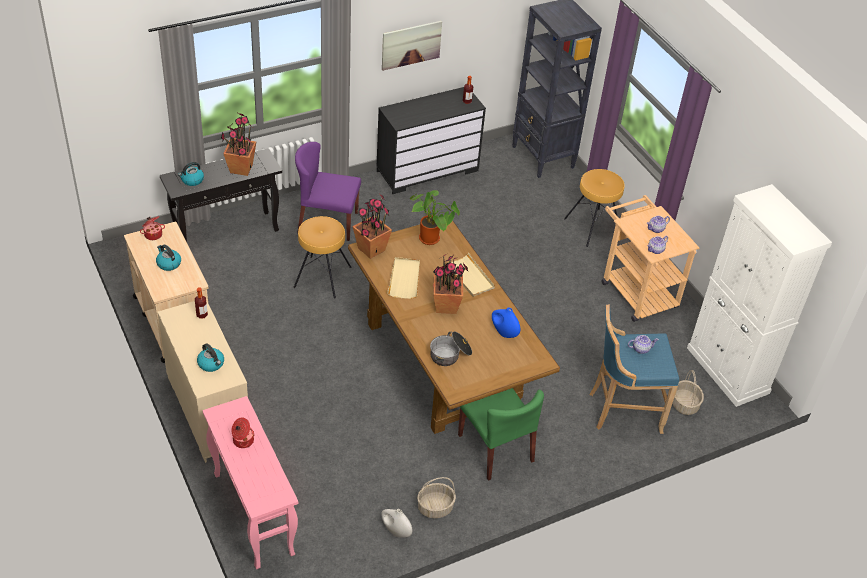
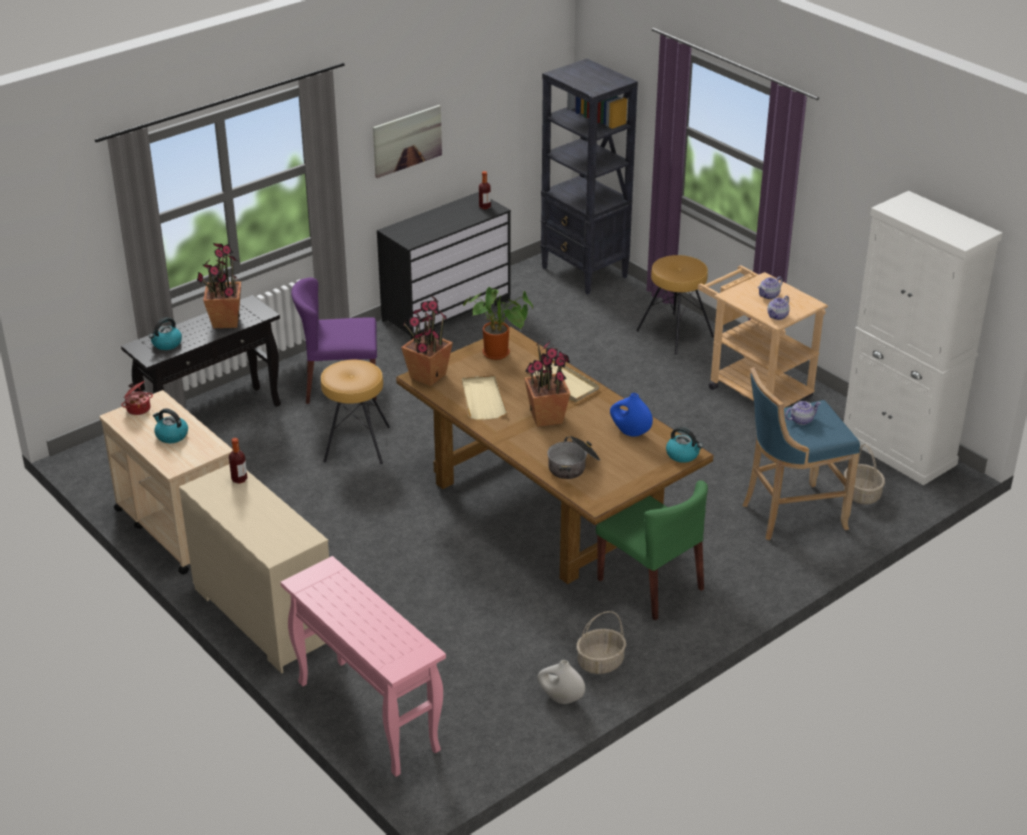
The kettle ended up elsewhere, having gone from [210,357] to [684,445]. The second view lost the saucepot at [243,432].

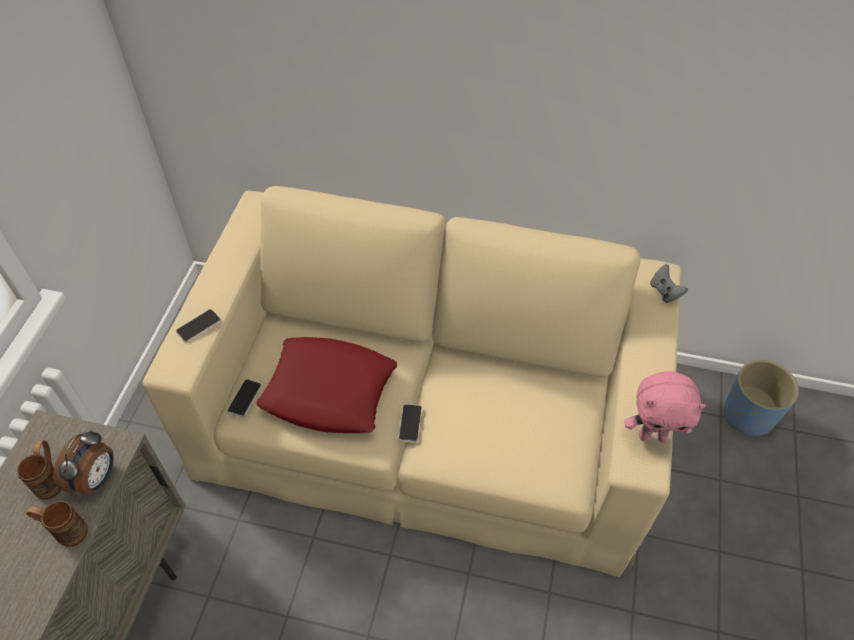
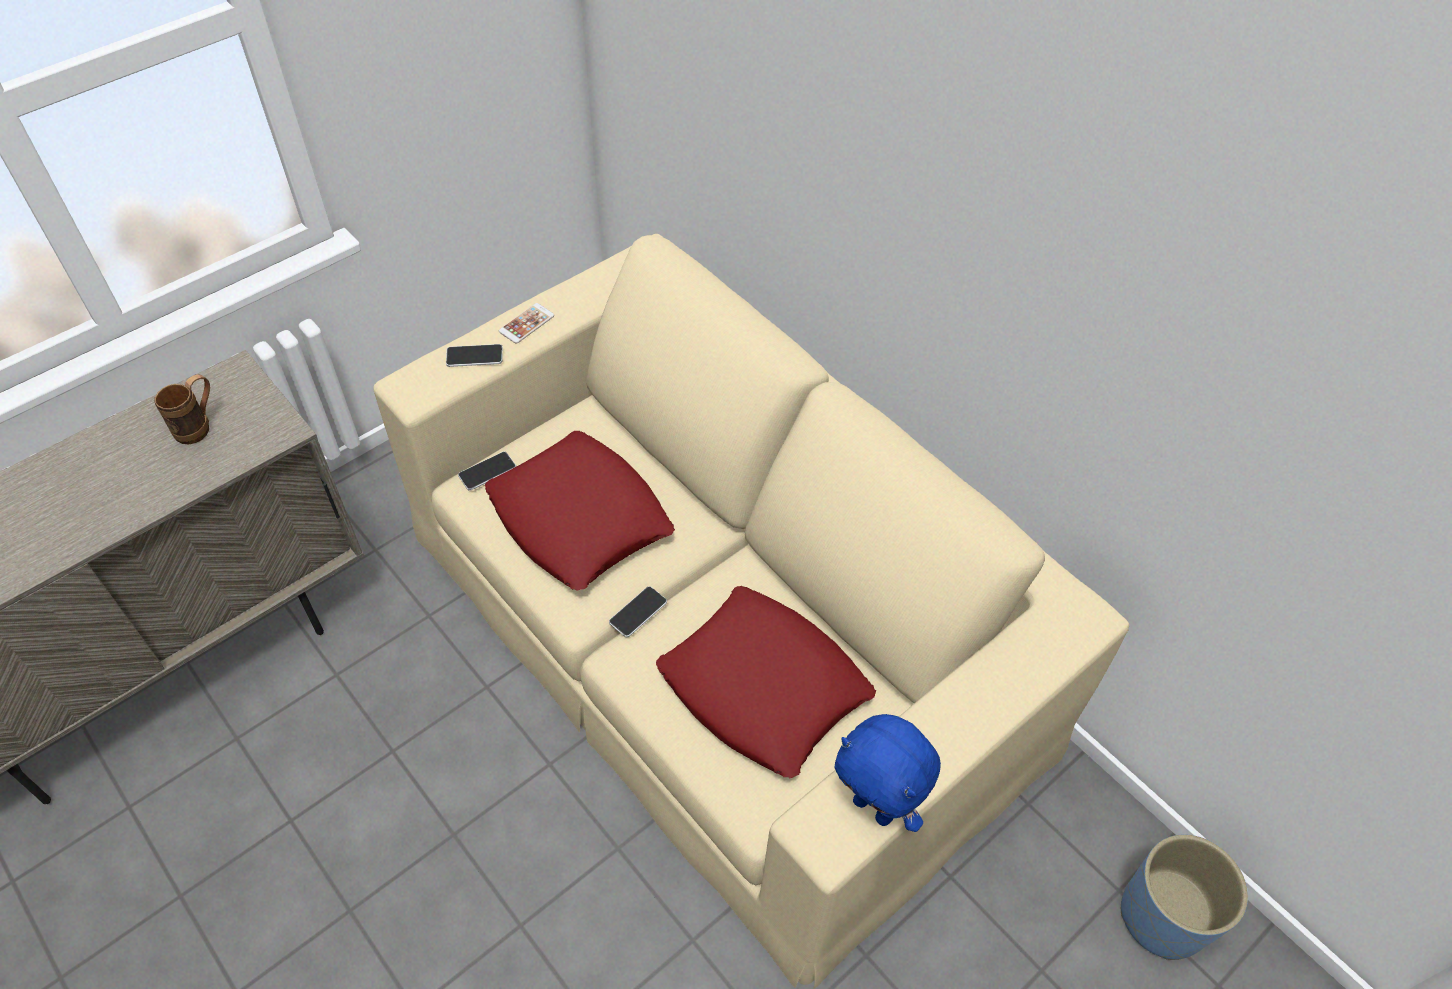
The second view lost the game controller/gray at [669,283]. What was the plush toy/pink-coloured at [665,407] turned into the plush toy/blue-coloured at [888,773]. The second view lost the table clock at [83,462]. The second view lost the coffee mug/brown at [57,524]. The second view gained the telephone at [526,323]. The second view gained the throw pillow/red at [766,682].

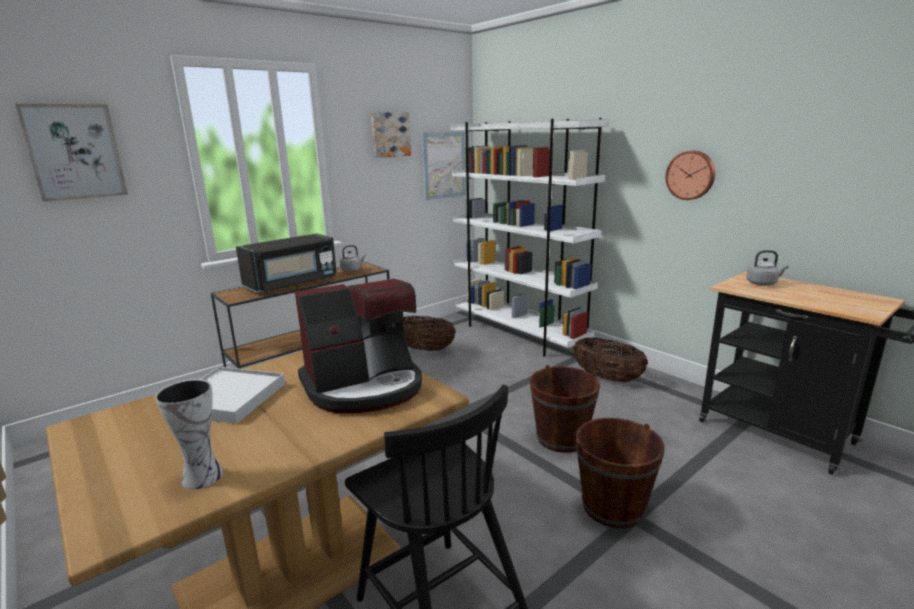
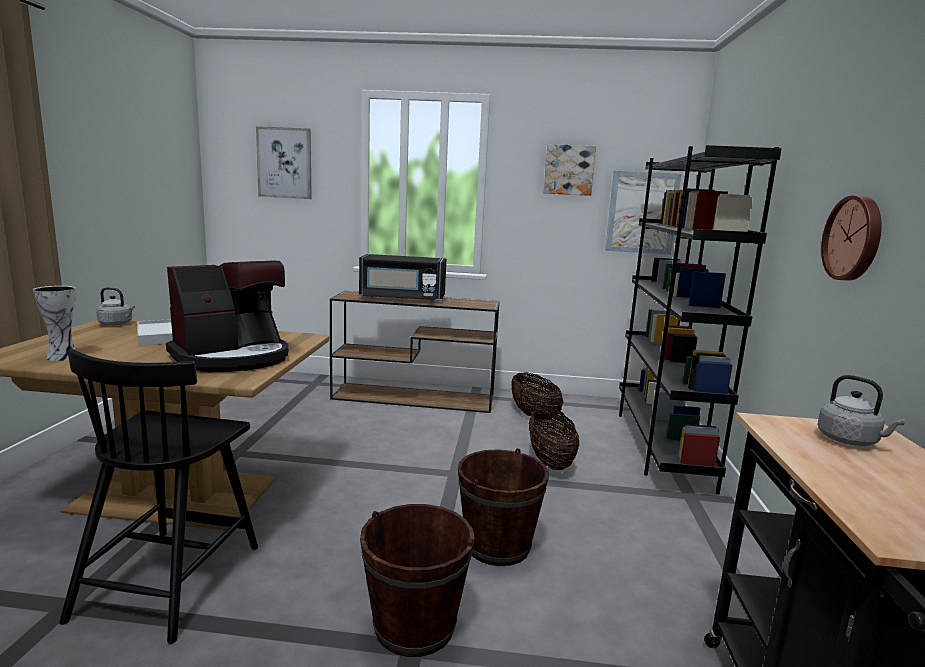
What was the bookshelf/white at [529,237] turned into the bookshelf/blackish at [700,319]. The kettle/gray ended up elsewhere, having gone from [353,258] to [115,306]. The coffee maker at [358,346] ended up facing another way, 60 degrees counterclockwise from before. The basket ended up elsewhere, having gone from [610,360] to [554,438].

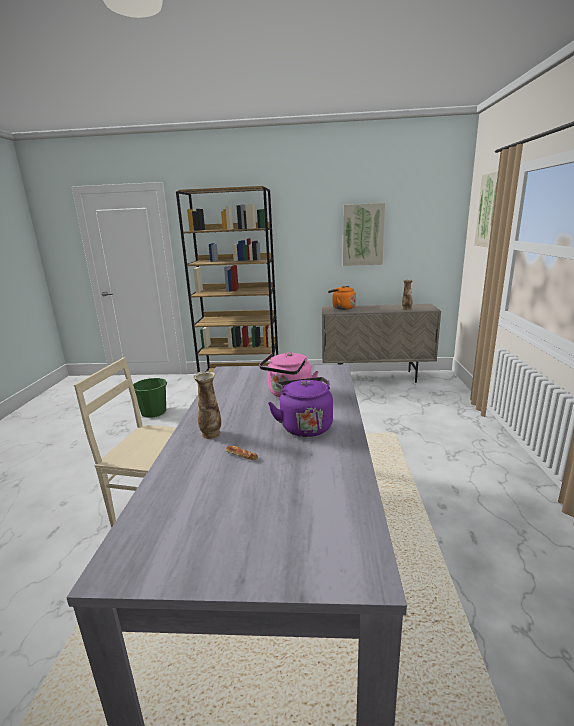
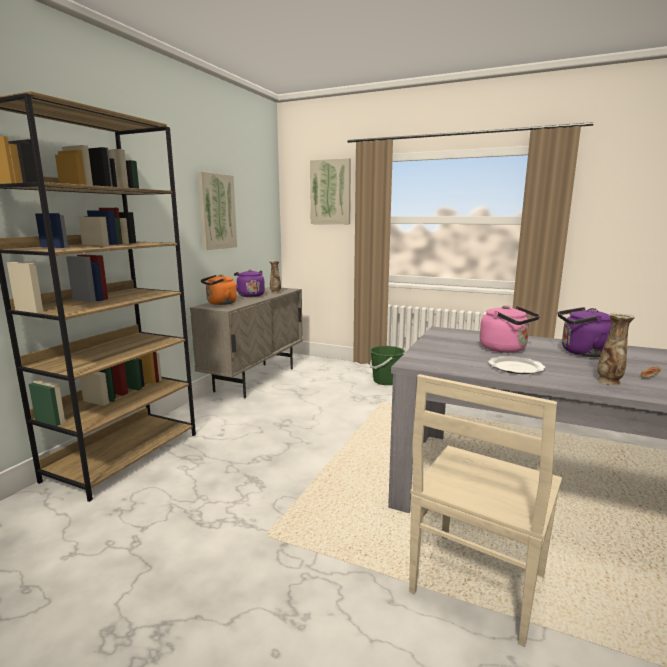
The pail/green-coloured ended up elsewhere, having gone from [150,398] to [387,365]. The second view gained the kettle/purple at [249,283]. The second view gained the flat dish at [517,365].

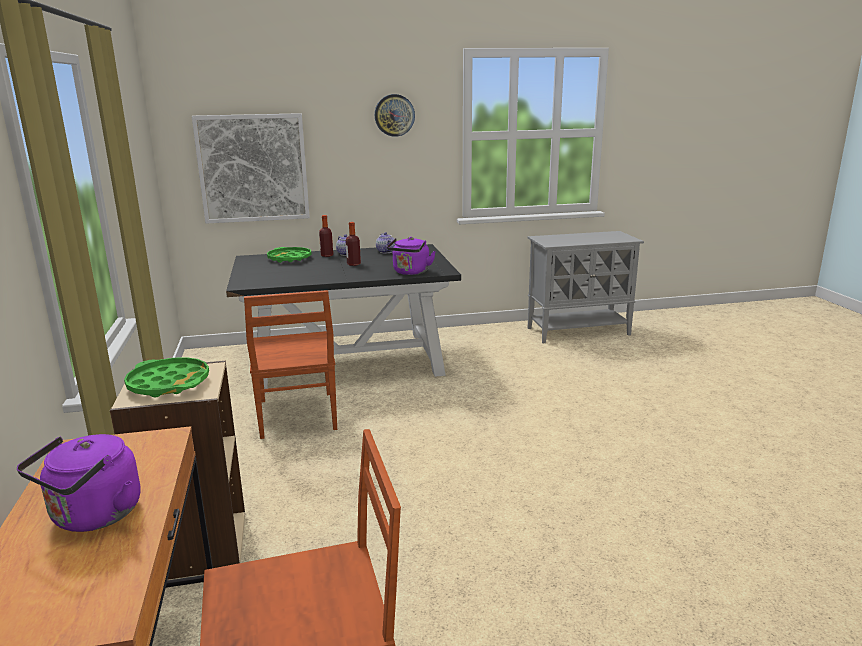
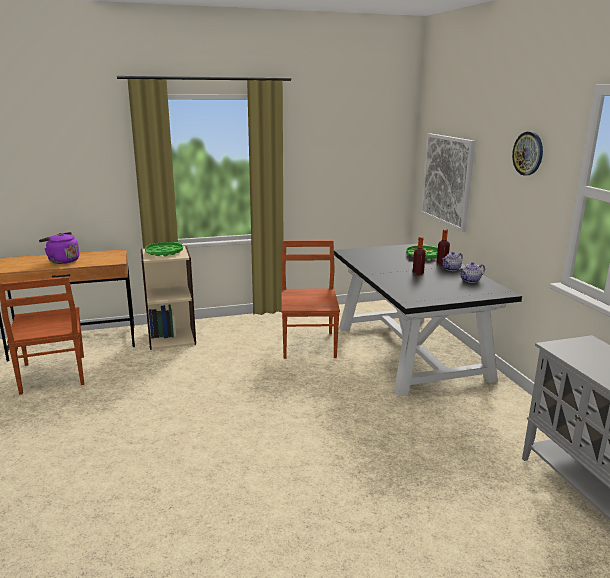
The second view lost the kettle/purple at [411,256]. The plain chair/brown at [290,364] ended up facing another way, 105 degrees clockwise from before.

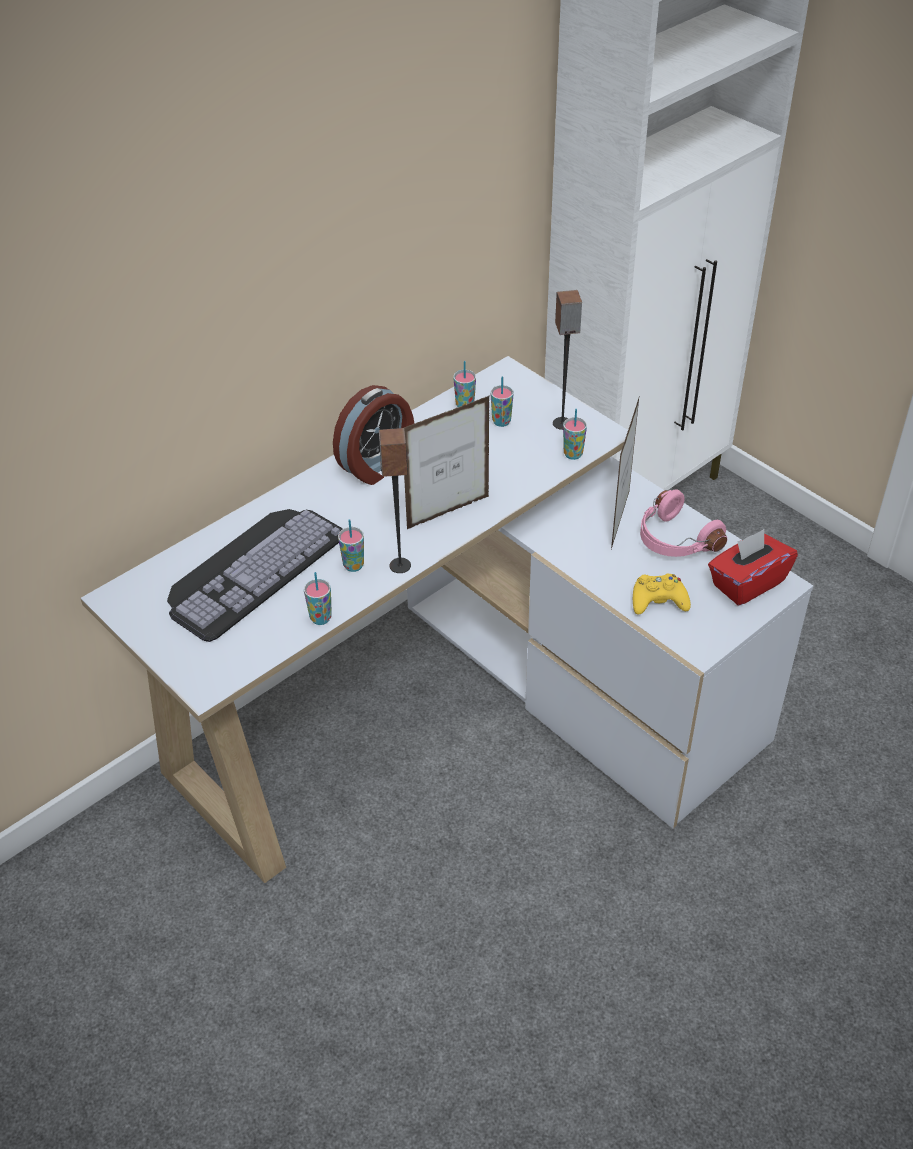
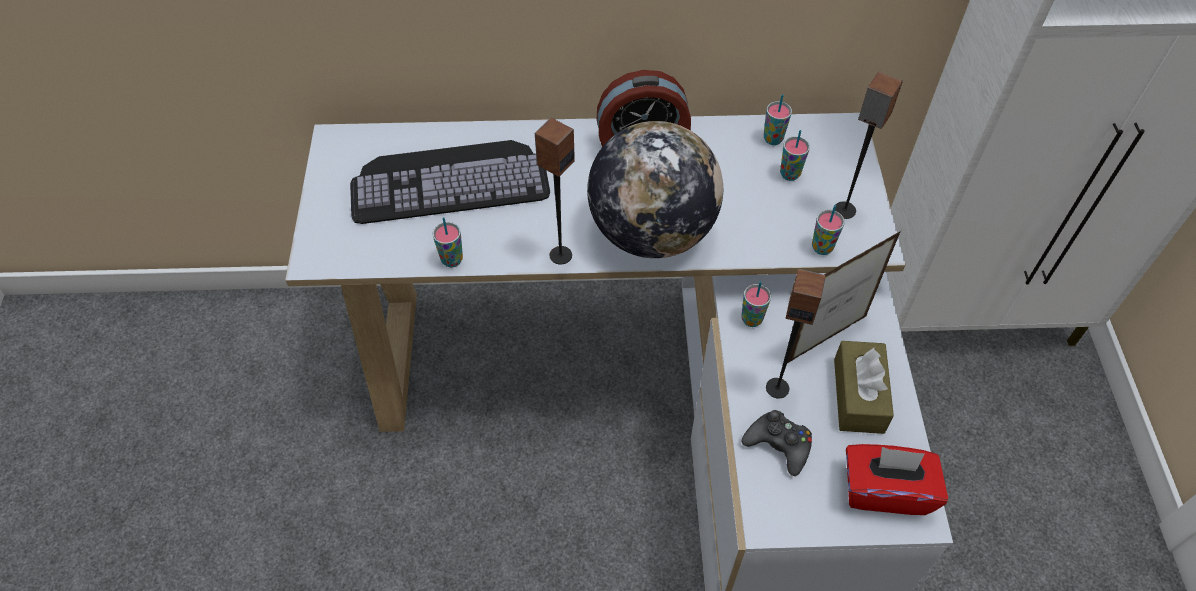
Where the picture frame stood at [447,462], the world globe came to stand at [655,189]. Where the headset/pink-coloured stood at [683,523], the tissue box/brown came to stand at [864,387]. The small cup ended up elsewhere, having gone from [351,545] to [756,304]. What was the game controller/yellow-coloured at [662,594] turned into the game controller/blackish at [777,443]. The second view gained the speaker at [796,334].

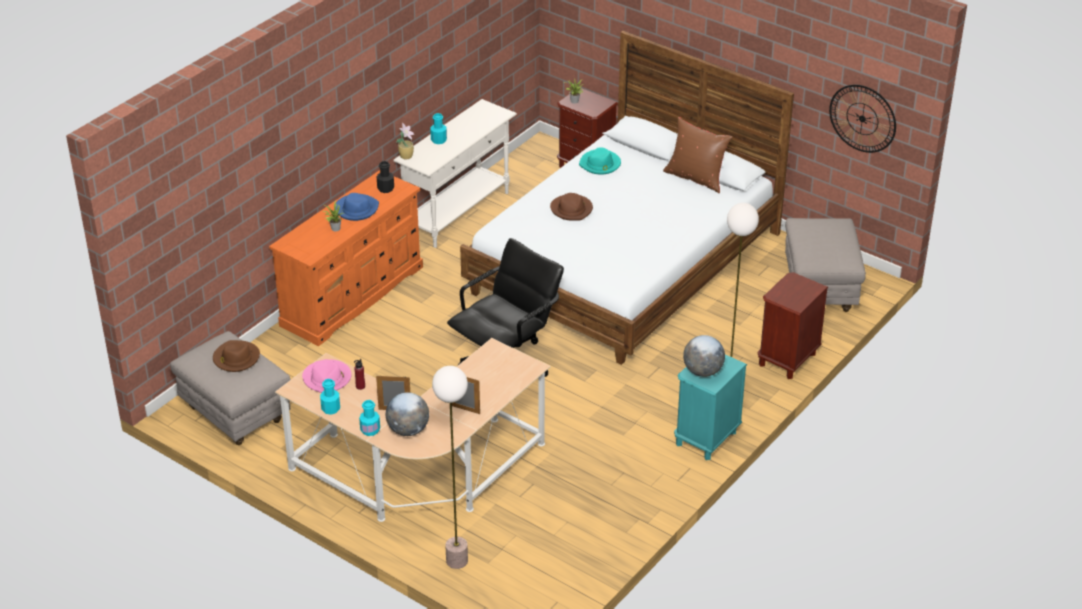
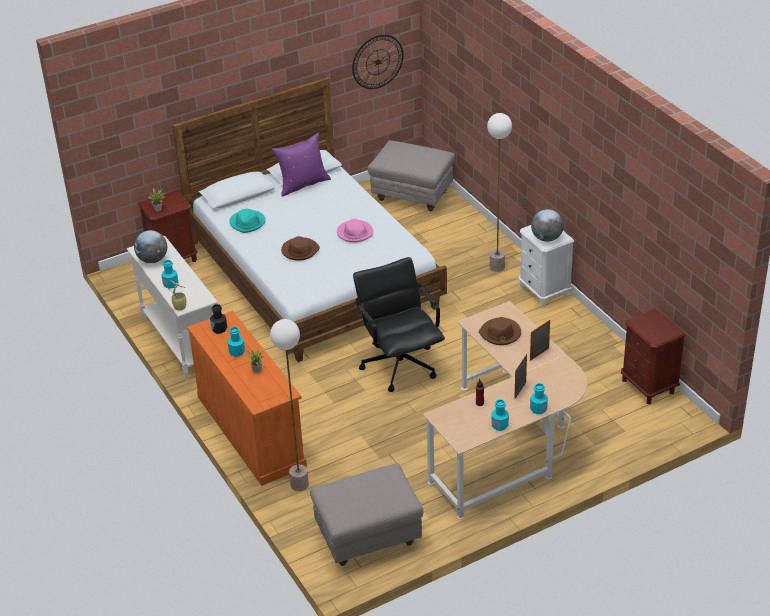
What was the throw pillow/brown at [698,155] turned into the throw pillow/purple at [301,165]. Where the hat/blue-coloured stood at [357,207], the beverage bottle/turquoise came to stand at [236,342]. The bedside table/brown ended up elsewhere, having gone from [793,325] to [653,356]. The hat/brown ended up elsewhere, having gone from [236,356] to [500,331]. What was the bedside table/turquoise at [710,407] turned into the bedside table/white at [546,266]. The hat/pink-coloured ended up elsewhere, having gone from [327,376] to [355,231]. The standing lamp ended up elsewhere, having gone from [450,467] to [289,405]. The world globe ended up elsewhere, having gone from [407,414] to [150,246].

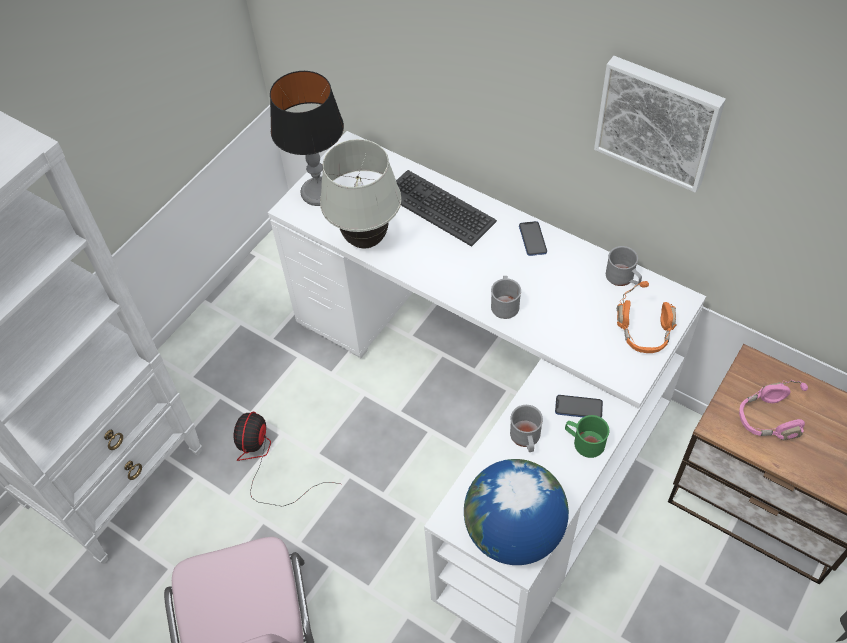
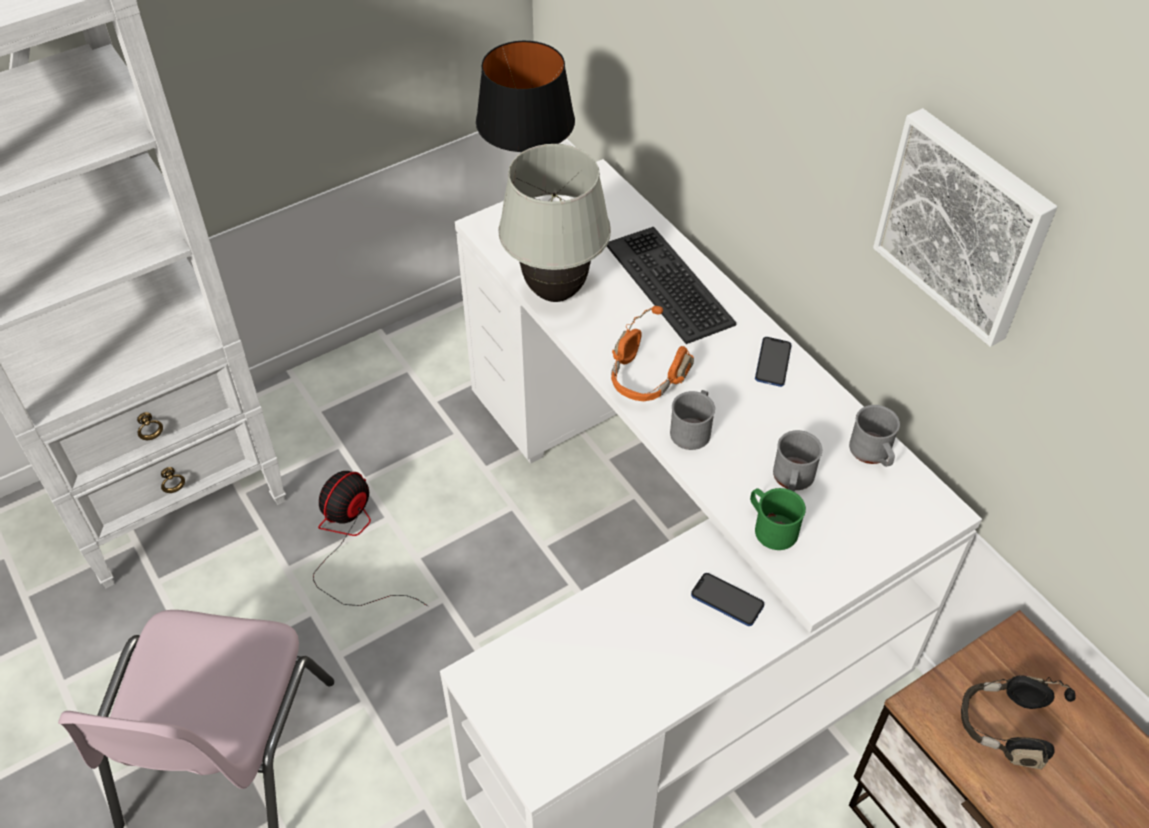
The headset/orangey ended up elsewhere, having gone from [647,317] to [652,353]. What was the headset/pink-coloured at [773,410] turned into the headset/blackish at [1018,722]. The coffee mug/gray ended up elsewhere, having gone from [526,428] to [797,461]. The coffee mug/green-coloured ended up elsewhere, having gone from [587,436] to [778,519]. The second view lost the world globe at [516,512].

